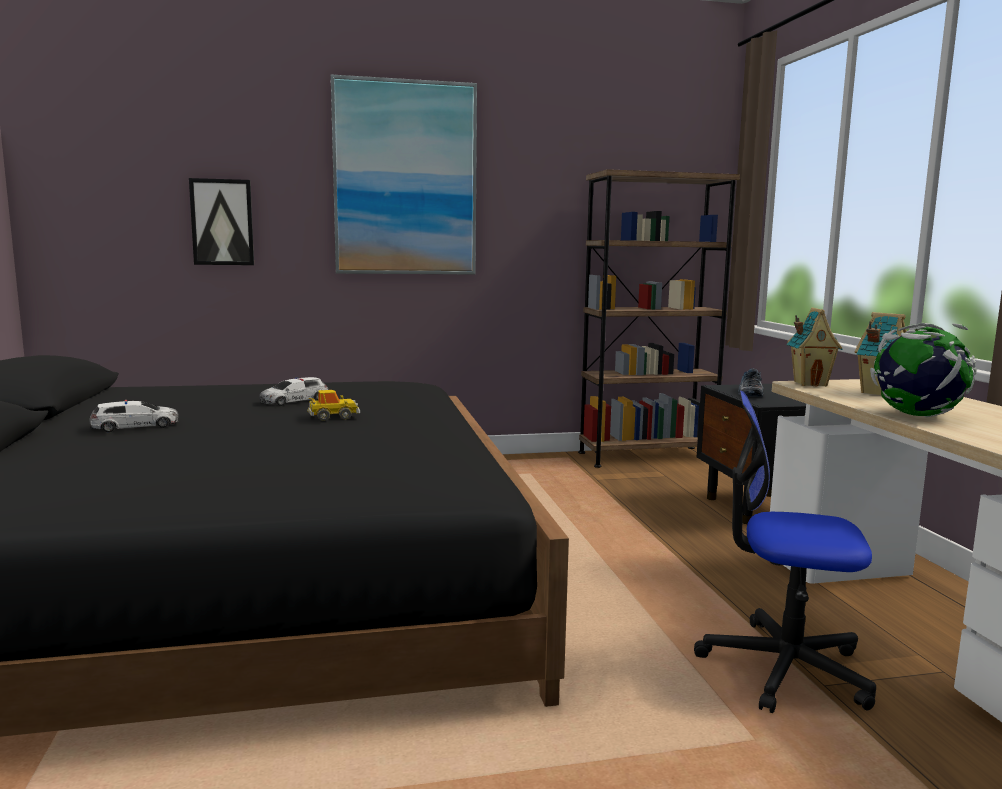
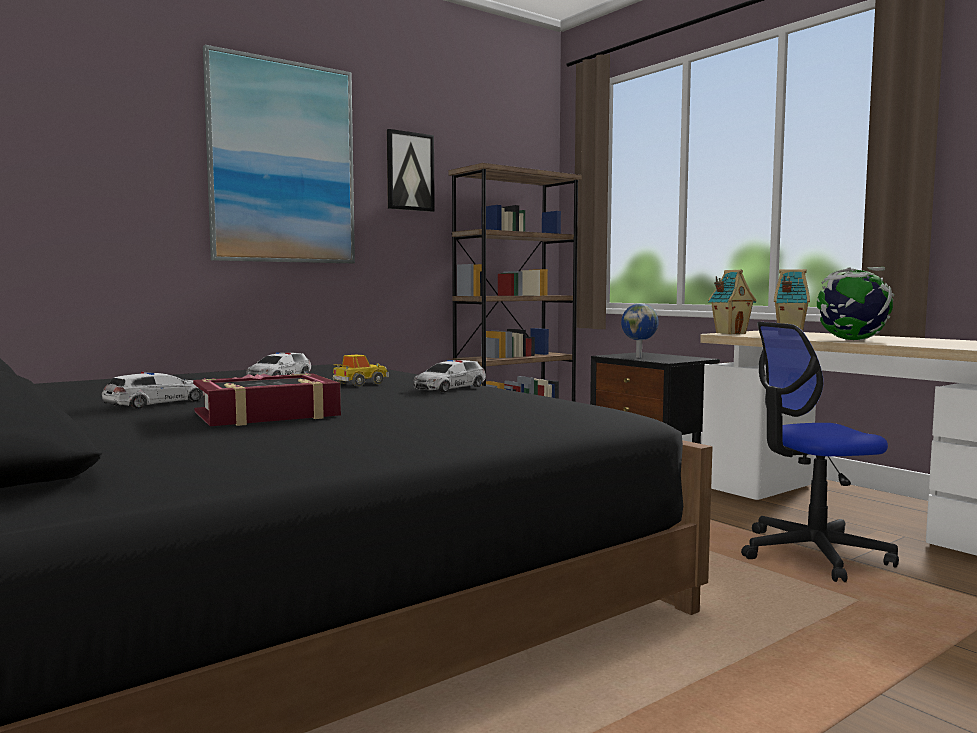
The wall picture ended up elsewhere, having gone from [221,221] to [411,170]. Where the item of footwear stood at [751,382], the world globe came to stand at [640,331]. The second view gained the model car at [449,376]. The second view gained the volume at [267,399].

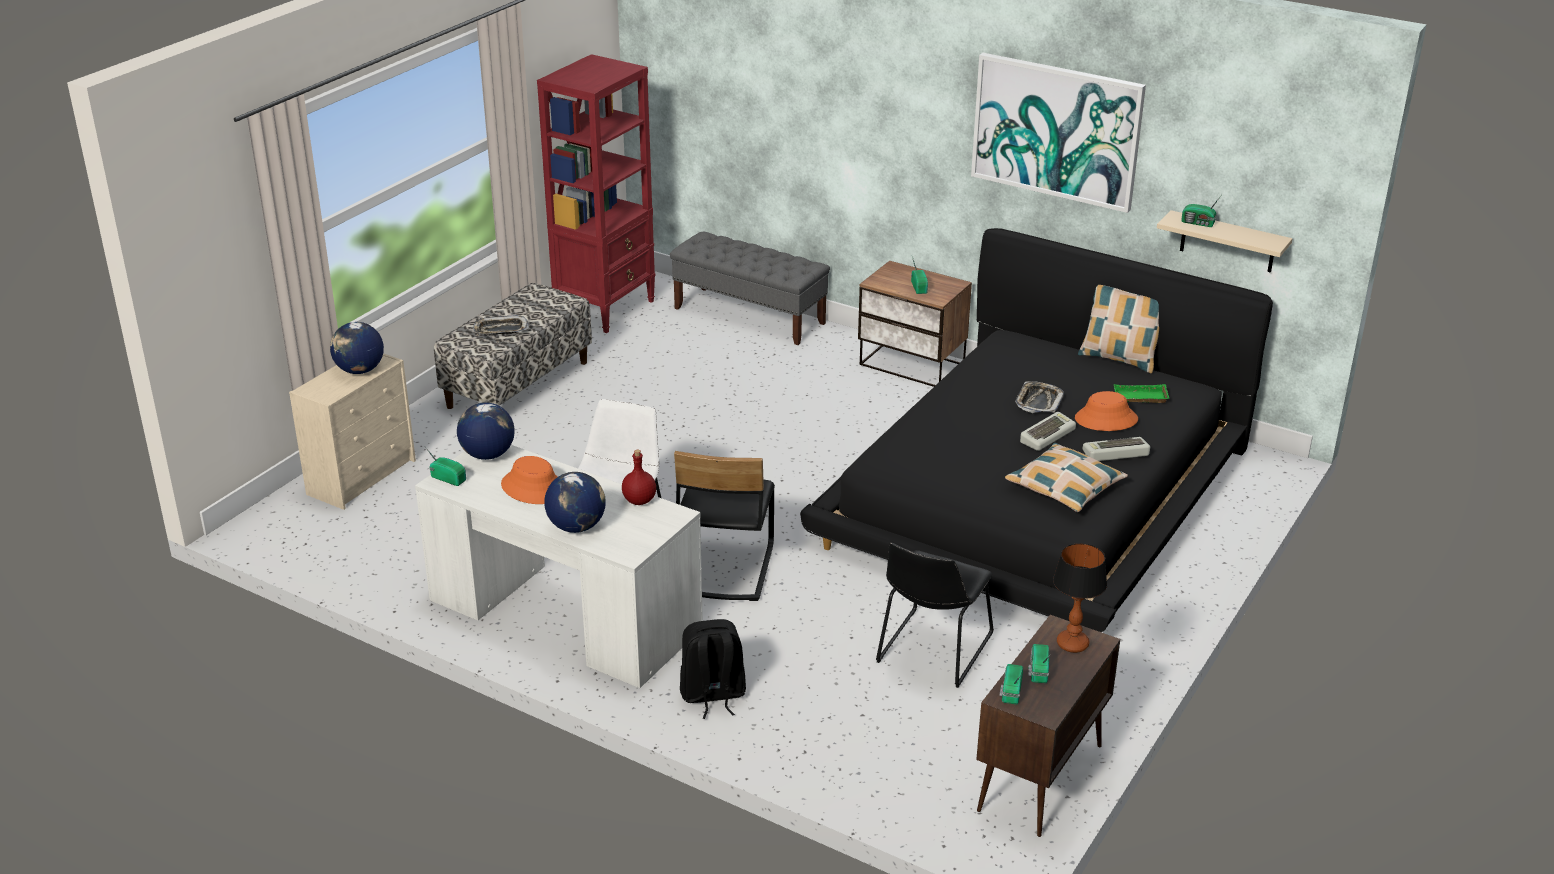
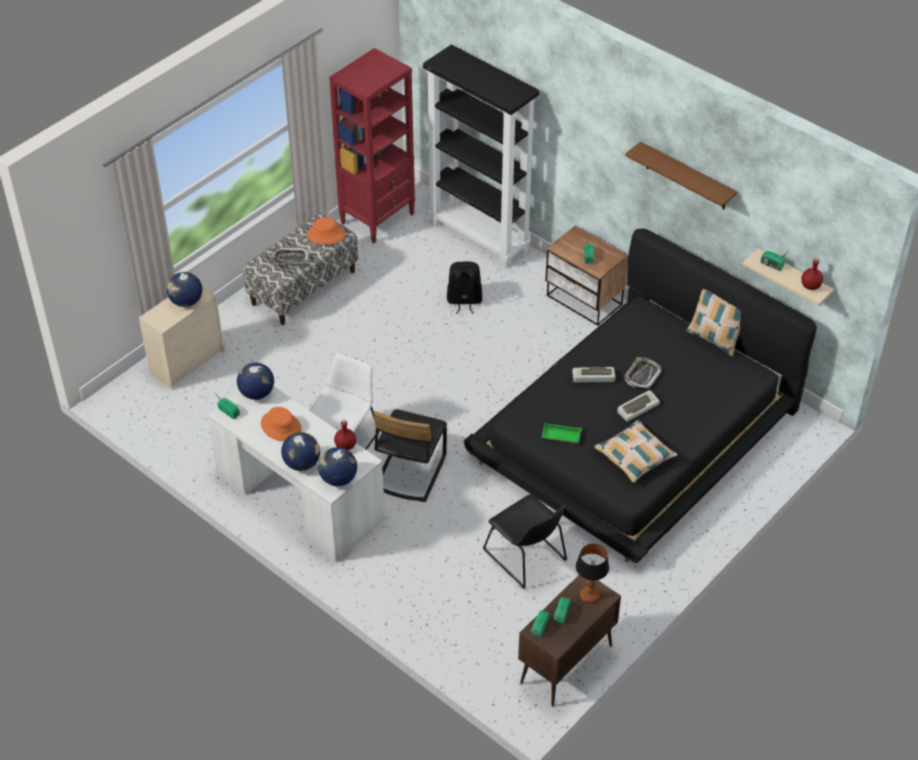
Where the wall picture hung at [1058,133], the shelf/brown came to hang at [681,175]. Where the bench/gray stood at [750,288], the bookshelf/blackish came to stand at [481,156]. The carrying tray/green-coloured ended up elsewhere, having gone from [1142,393] to [561,433]. The hat/orangey ended up elsewhere, having gone from [1106,411] to [326,231]. The computer keyboard ended up elsewhere, having gone from [1116,449] to [594,375]. The plain chair/blackish at [935,615] ended up facing another way, 75 degrees counterclockwise from before. The knapsack/blackish ended up elsewhere, having gone from [713,669] to [464,288]. The second view gained the beverage bottle/red at [812,274]. The second view gained the world globe at [337,466].

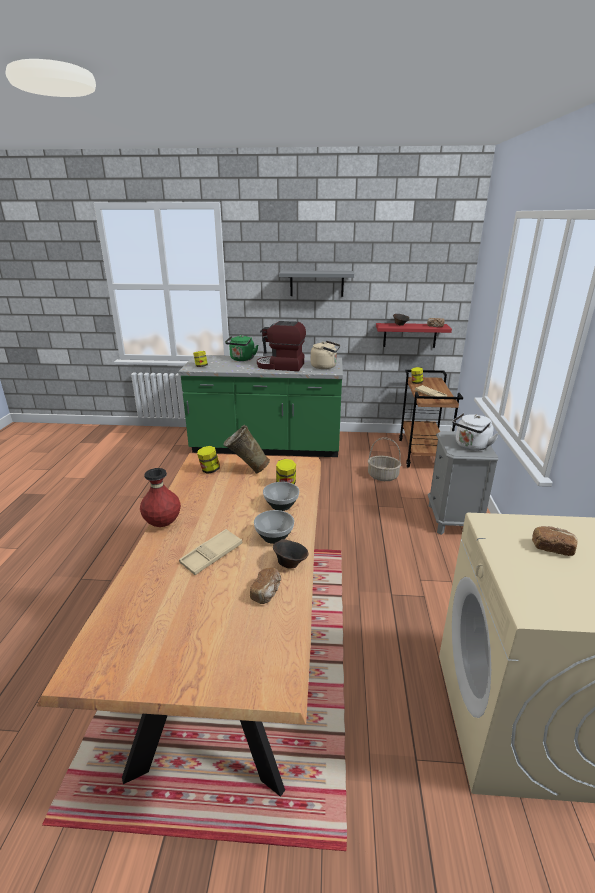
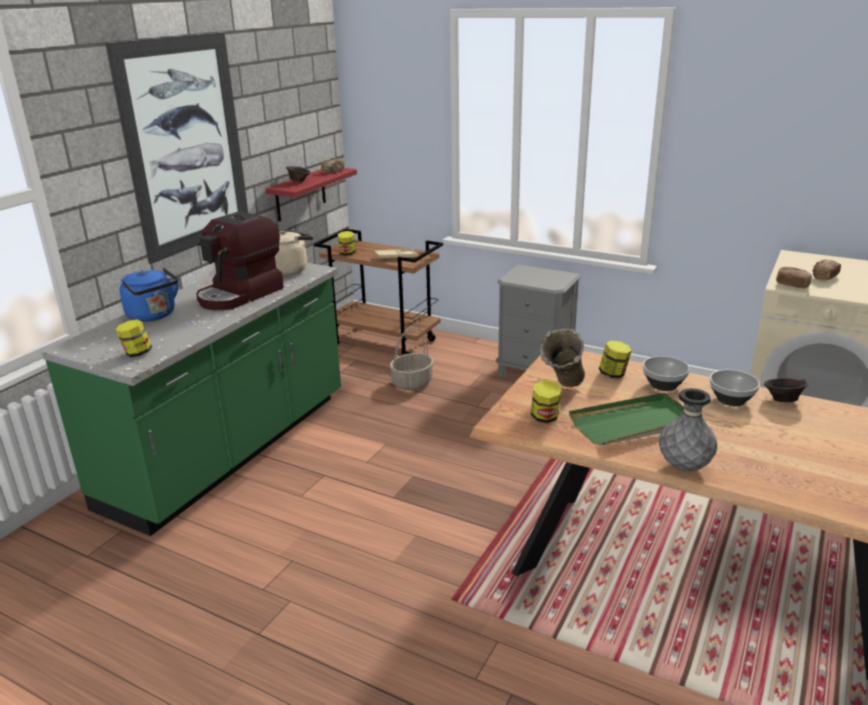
Where the shelf/gray hung at [316,284], the wall picture came to hang at [176,148]. What was the kettle/green-coloured at [241,348] turned into the kettle/blue-coloured at [149,295]. The second view lost the kettle/white at [475,432]. What was the decorative vase/red at [160,497] turned into the decorative vase/gray at [688,430]. The second view lost the carrying tray/sand-coloured at [210,552]. The bakery bread ended up elsewhere, having gone from [265,586] to [794,277]. The second view gained the carrying tray/green-coloured at [626,419].

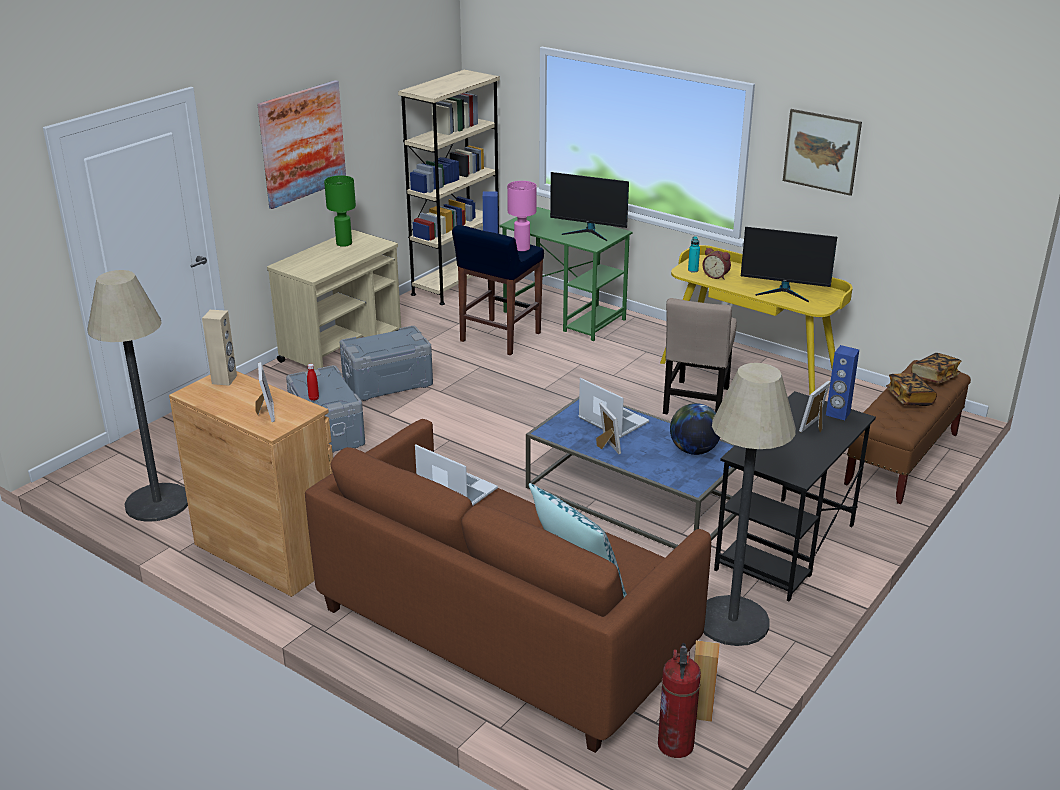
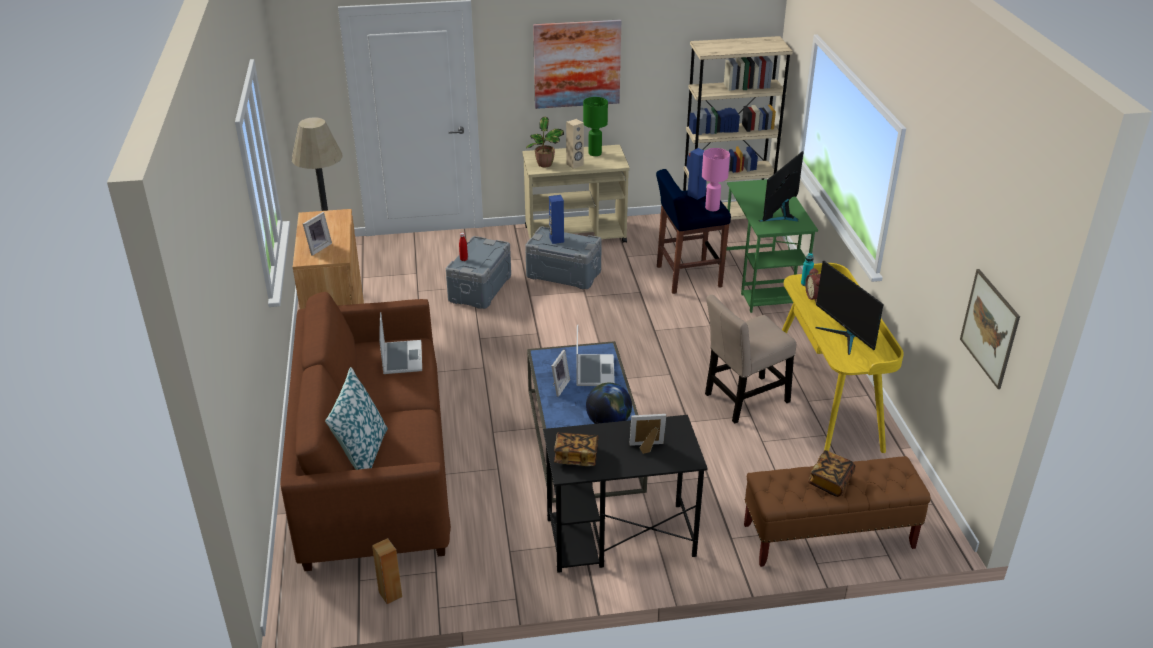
The wall picture ended up elsewhere, having gone from [822,152] to [990,329]. The computer display at [589,206] ended up facing another way, 60 degrees clockwise from before. The speaker/sand-coloured ended up elsewhere, having gone from [219,348] to [575,144]. The speaker/blue-coloured ended up elsewhere, having gone from [842,382] to [556,219]. The volume ended up elsewhere, having gone from [936,368] to [576,449]. The second view lost the standing lamp at [749,504]. The second view lost the fire-fighting cylinder at [679,700]. The second view gained the houseplant at [545,142].

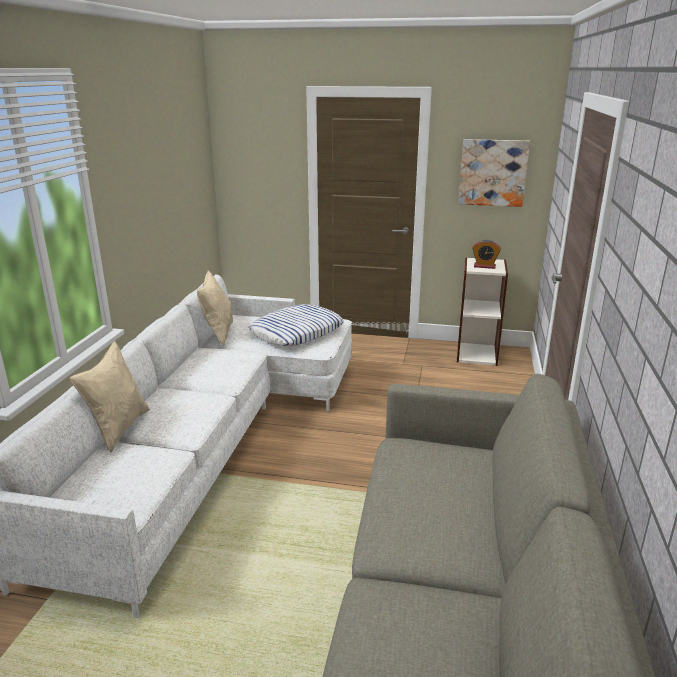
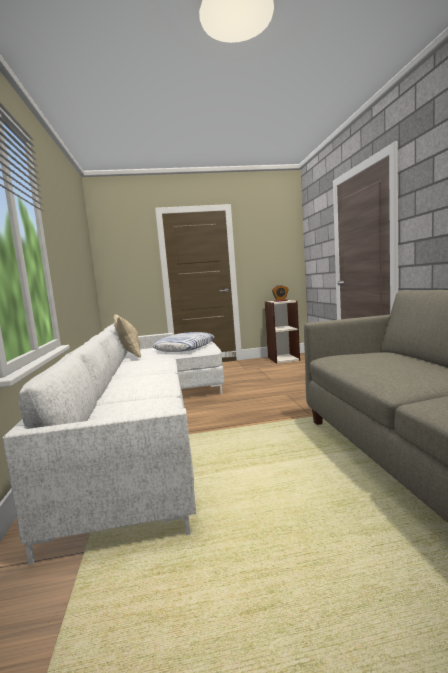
The second view lost the wall picture at [494,173]. The second view lost the throw pillow/sand-coloured at [110,397].

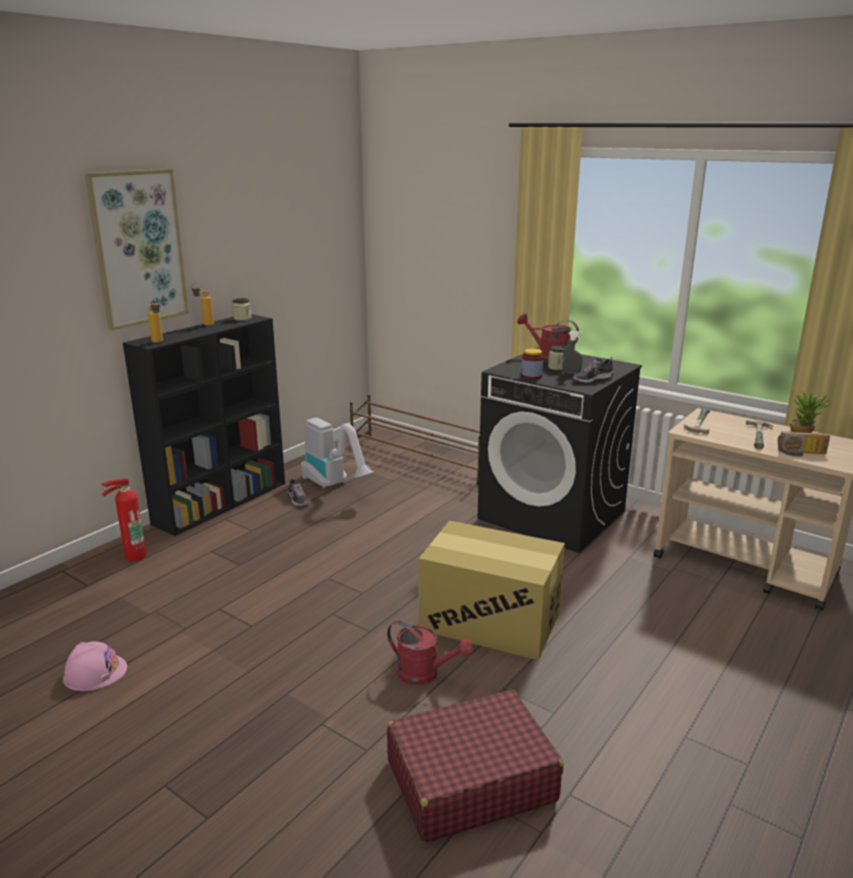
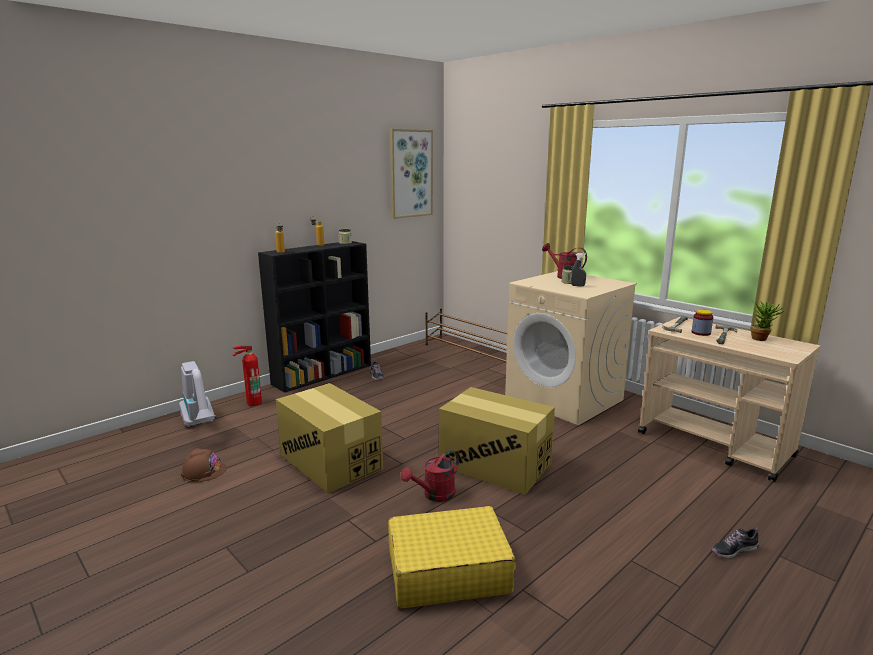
The wall picture ended up elsewhere, having gone from [136,249] to [411,174]. What was the laundry appliance/blackish at [560,450] turned into the laundry appliance/sand-coloured at [571,348]. The jar ended up elsewhere, having gone from [532,363] to [702,322]. The item of footwear ended up elsewhere, having gone from [593,370] to [735,542]. The hoover ended up elsewhere, having gone from [337,453] to [197,394]. The second view lost the radio at [804,444]. The watering can/red at [430,652] ended up facing another way, 105 degrees clockwise from before. What was the hard hat/pink-coloured at [95,666] turned into the hard hat/brown at [203,465]. What was the piece of luggage/red at [475,766] turned into the piece of luggage/yellow-coloured at [452,557]. The second view gained the carton at [329,438].

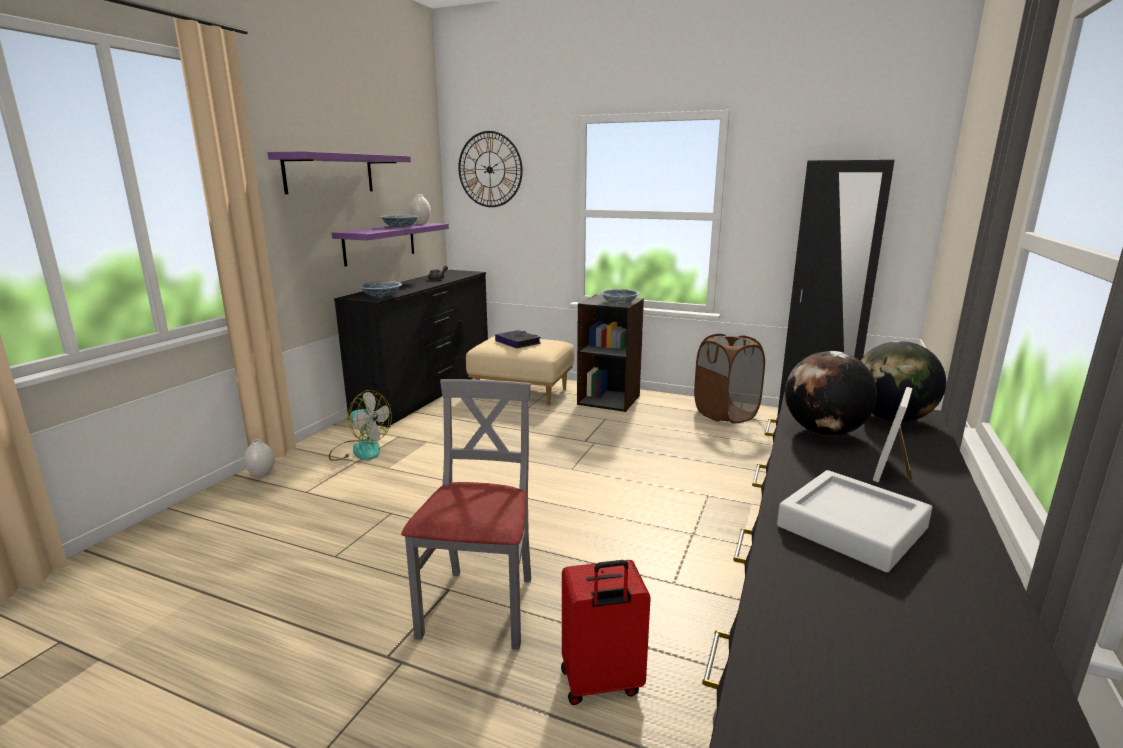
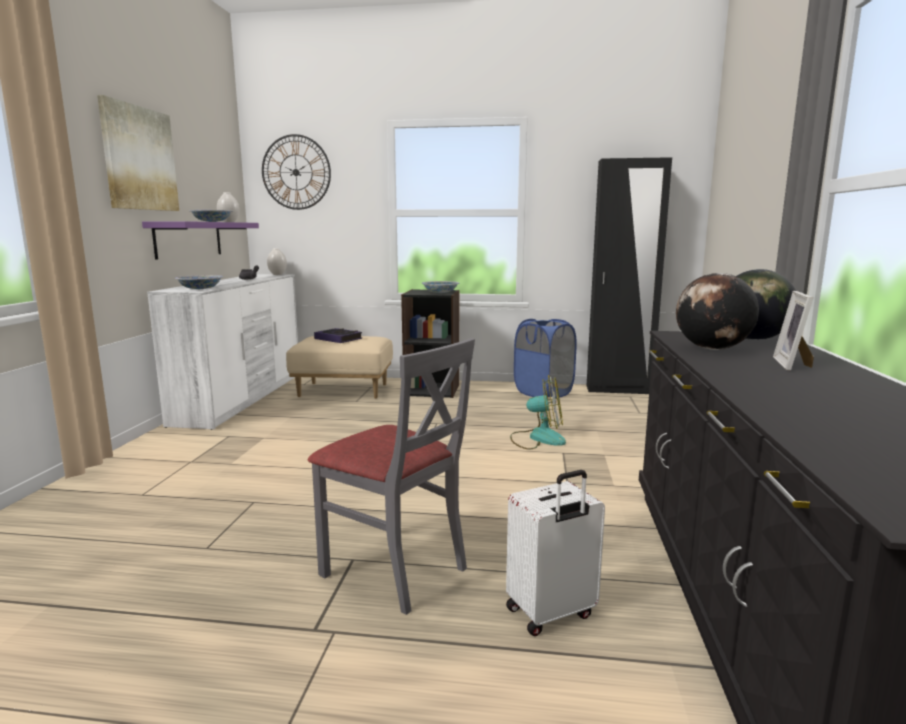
Where the shelf/purple hung at [339,172], the wall picture came to hang at [138,153]. What was the drawer chest/blackish at [411,349] turned into the drawer chest/white at [222,352]. What was the hamper/brown at [729,379] turned into the hamper/blue-coloured at [545,358]. The plain chair/gray at [466,514] ended up facing another way, 135 degrees clockwise from before. The fan ended up elsewhere, having gone from [360,425] to [538,412]. The decorative vase/white ended up elsewhere, having gone from [259,458] to [277,261]. The second view lost the carrying tray/gray at [854,521]. What was the piece of luggage/red at [606,632] turned into the piece of luggage/white at [555,553].

